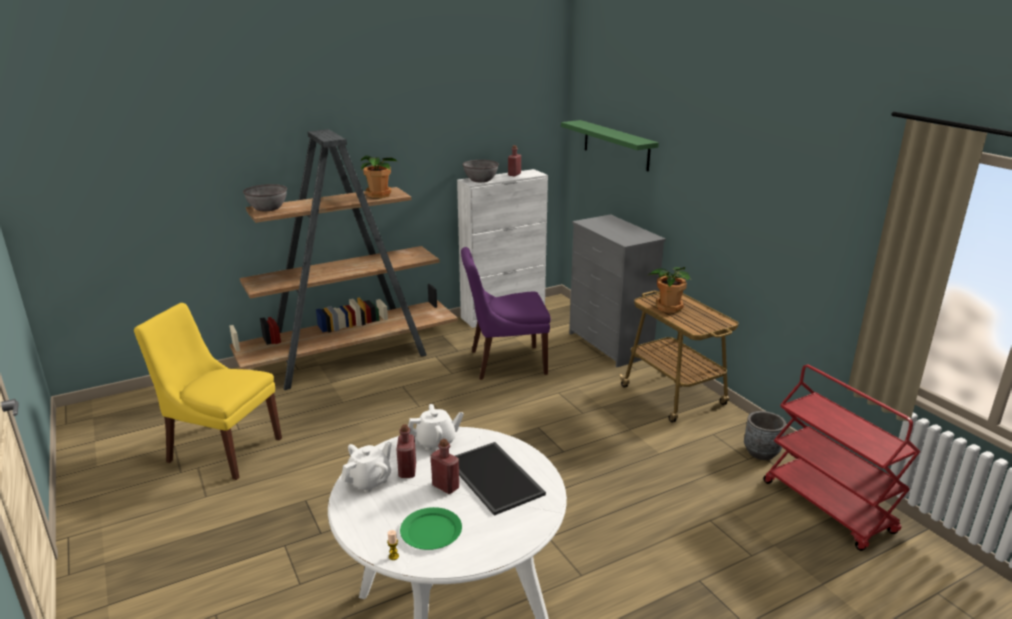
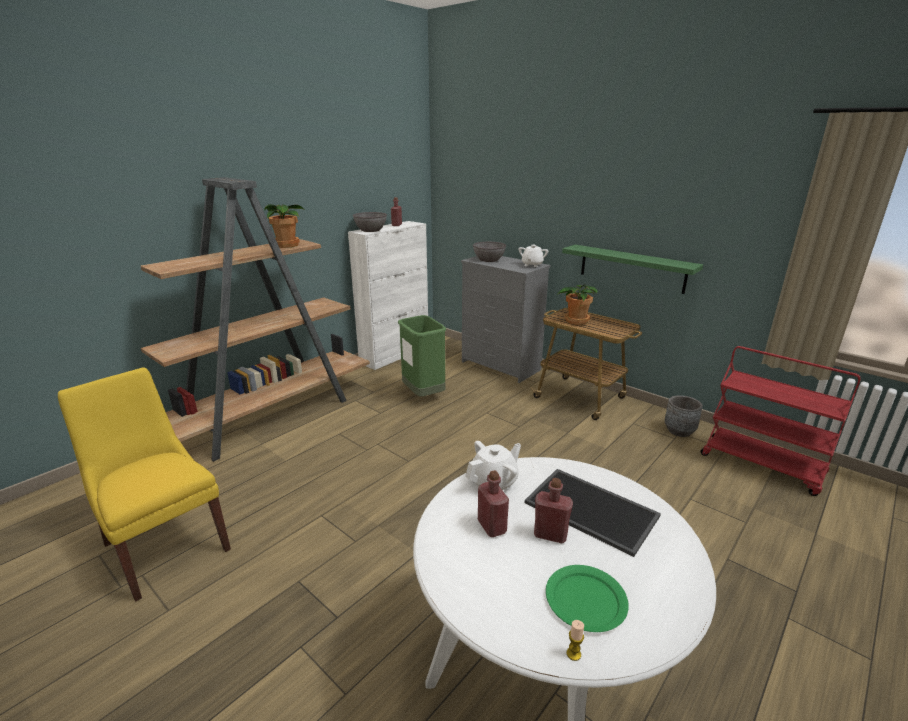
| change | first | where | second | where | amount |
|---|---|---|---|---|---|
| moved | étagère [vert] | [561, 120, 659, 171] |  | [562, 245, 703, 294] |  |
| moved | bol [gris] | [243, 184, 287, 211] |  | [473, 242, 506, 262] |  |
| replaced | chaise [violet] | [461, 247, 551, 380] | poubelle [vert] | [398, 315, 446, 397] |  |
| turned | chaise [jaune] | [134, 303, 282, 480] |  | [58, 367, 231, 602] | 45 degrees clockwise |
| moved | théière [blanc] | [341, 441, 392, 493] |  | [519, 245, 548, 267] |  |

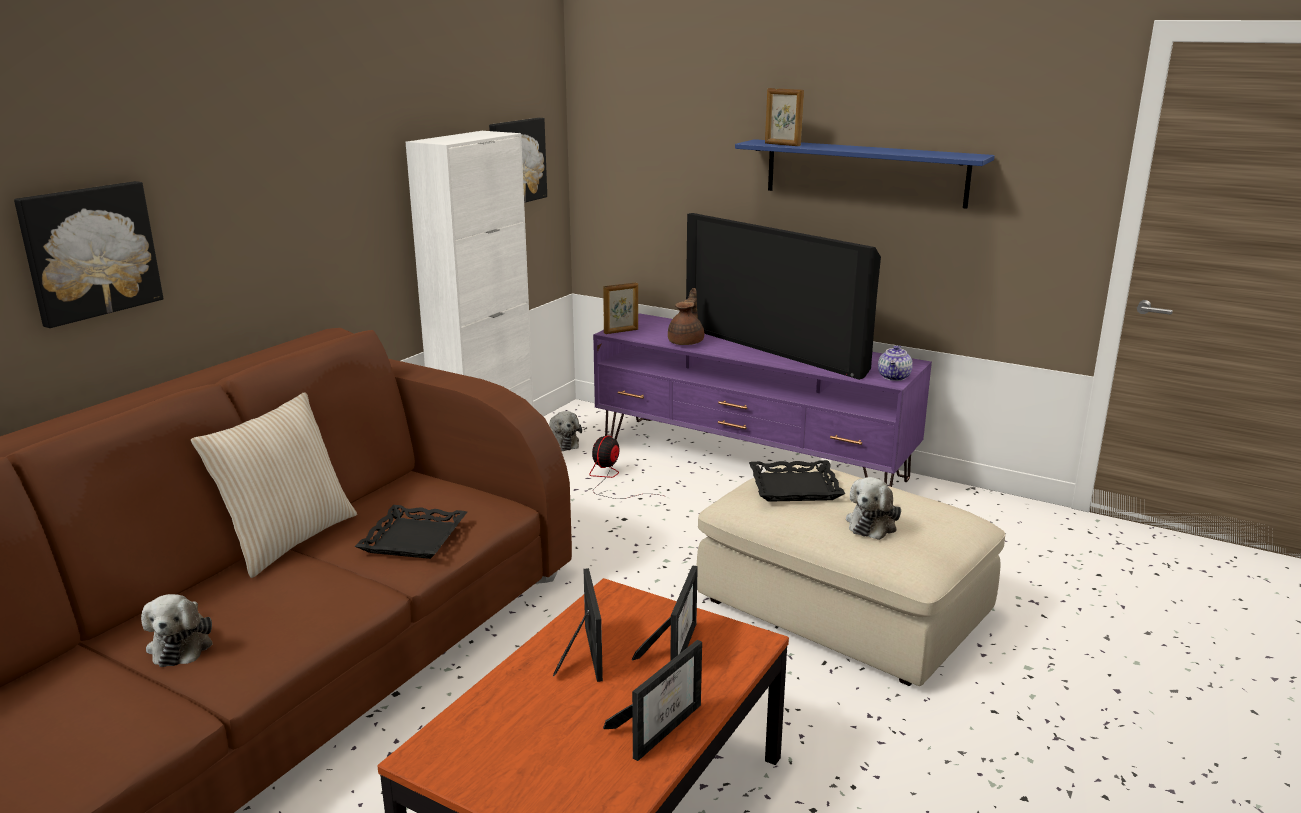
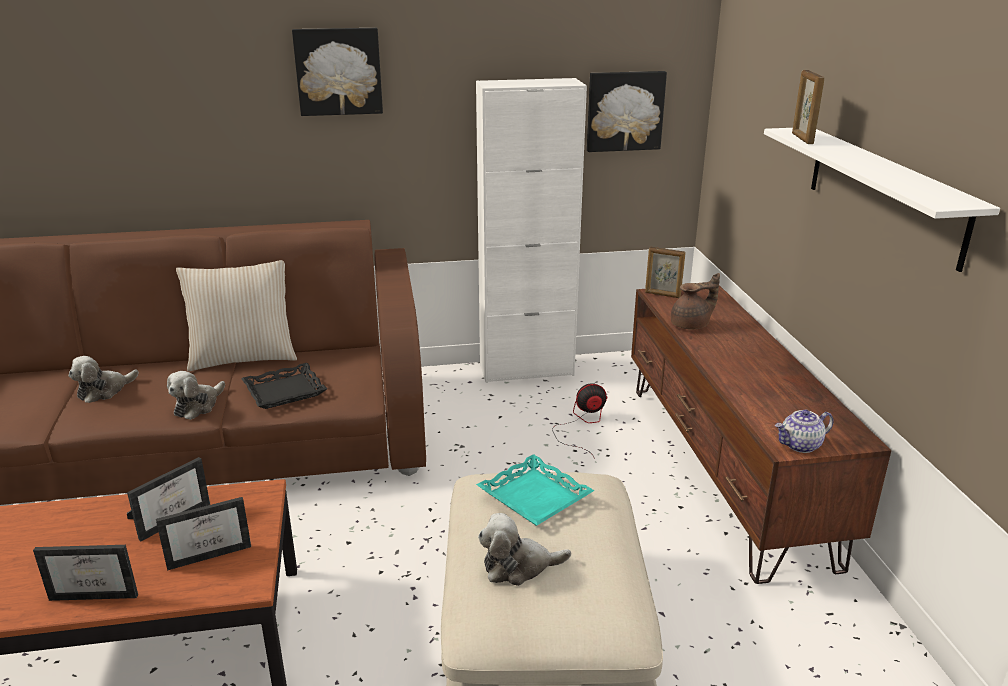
| change | first | where | second | where | amount |
|---|---|---|---|---|---|
| recoloured | étagère [bleu] | [735, 139, 995, 209] | étagère [blanc] | [764, 128, 1000, 272] |  |
| moved | tableau | [14, 181, 163, 328] |  | [292, 28, 383, 116] |  |
| removed | téléviseur | [686, 213, 881, 380] |  |  |  |
| recoloured | meuble télé [violet] | [593, 313, 932, 487] | meuble télé [marron] | [631, 285, 892, 584] |  |
| moved | peluche | [549, 411, 582, 451] |  | [167, 371, 225, 420] |  |
| recoloured | plateau [noir] | [749, 460, 845, 502] | plateau [turquoise] | [476, 454, 595, 526] |  |

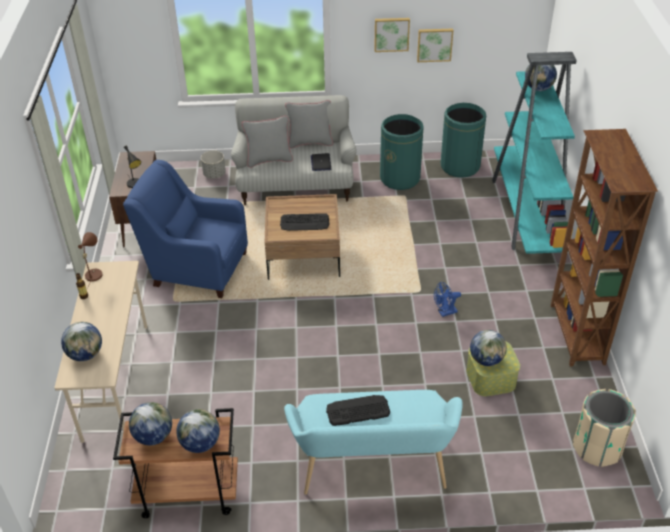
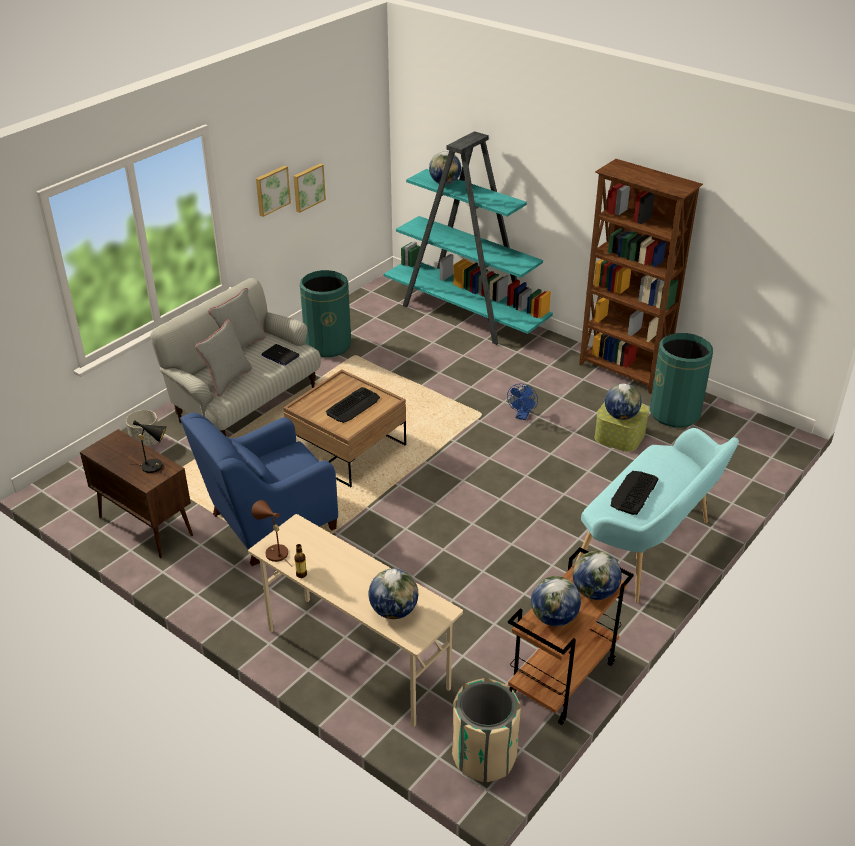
| change | first | where | second | where | amount |
|---|---|---|---|---|---|
| moved | poubelle [vert] | [441, 103, 486, 178] |  | [650, 333, 713, 427] |  |
| moved | poubelle [beige] | [573, 389, 636, 467] |  | [452, 678, 521, 782] |  |

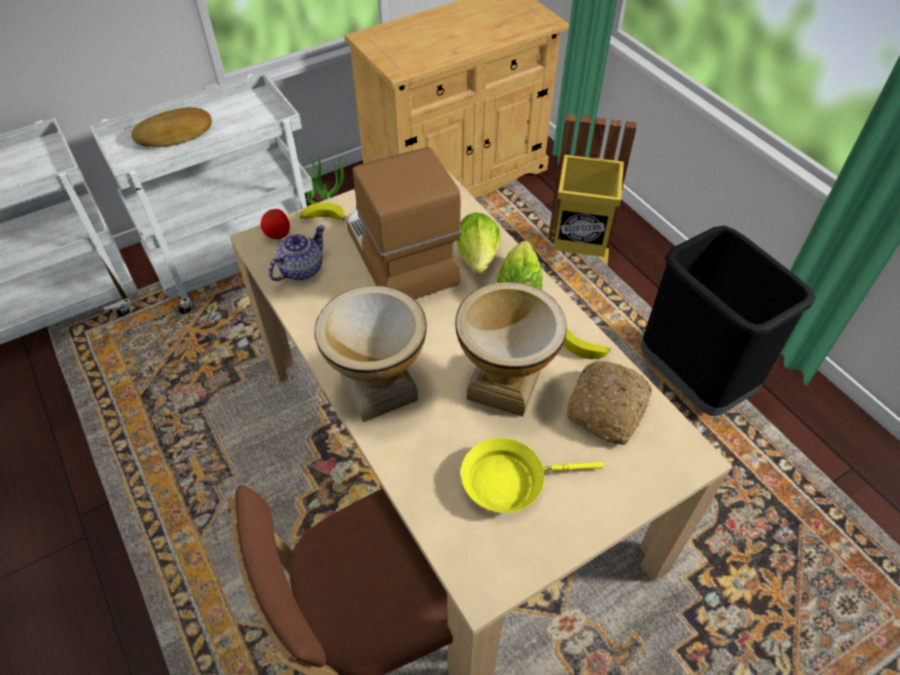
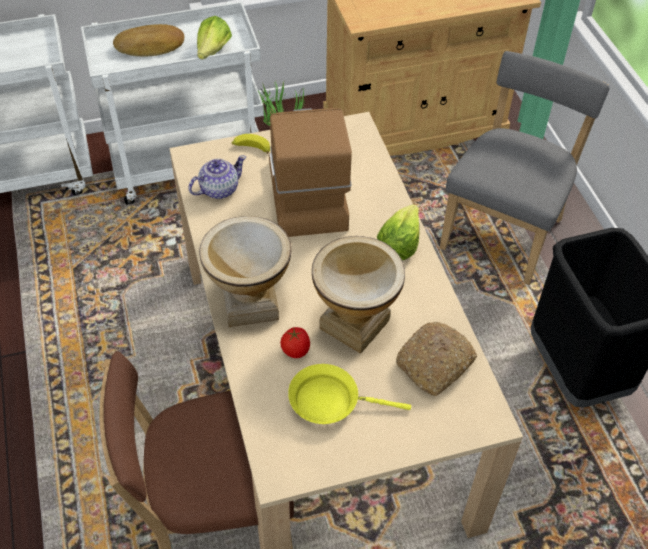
| change | first | where | second | where | amount |
|---|---|---|---|---|---|
| replaced | poubelle [jaune] | [548, 114, 637, 265] | chaise [gris] | [440, 51, 609, 285] |  |
| moved | tomate | [261, 209, 290, 239] |  | [280, 327, 310, 358] |  |
| moved | laitue | [457, 212, 501, 275] |  | [197, 16, 232, 59] |  |
| removed | banane | [563, 327, 611, 359] |  |  |  |

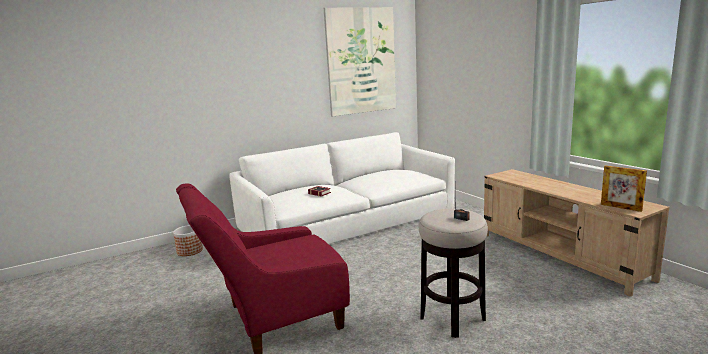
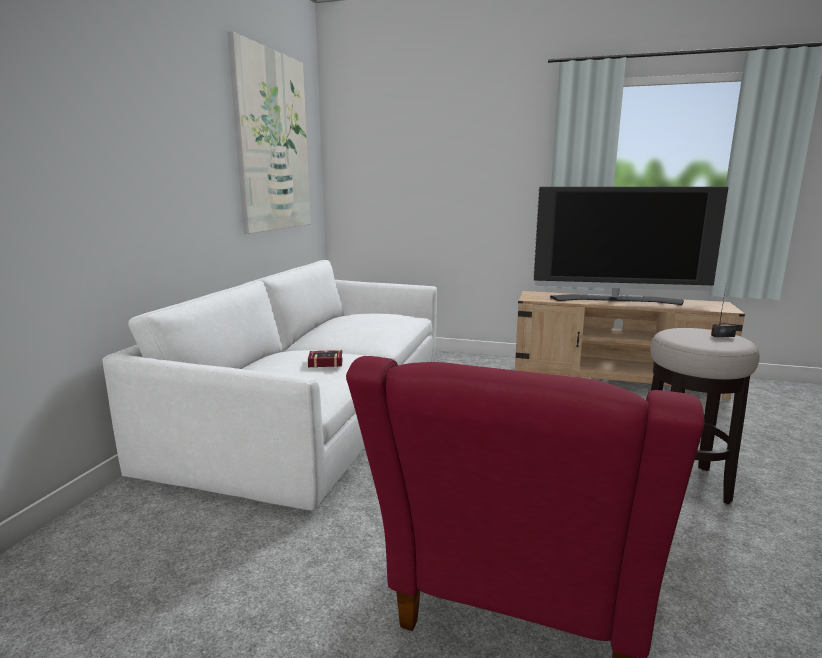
| change | first | where | second | where | amount |
|---|---|---|---|---|---|
| removed | cadre photo | [601, 166, 647, 212] |  |  |  |
| removed | cache-pot | [173, 225, 203, 256] |  |  |  |
| added |  |  | téléviseur | [533, 187, 728, 305] |  |

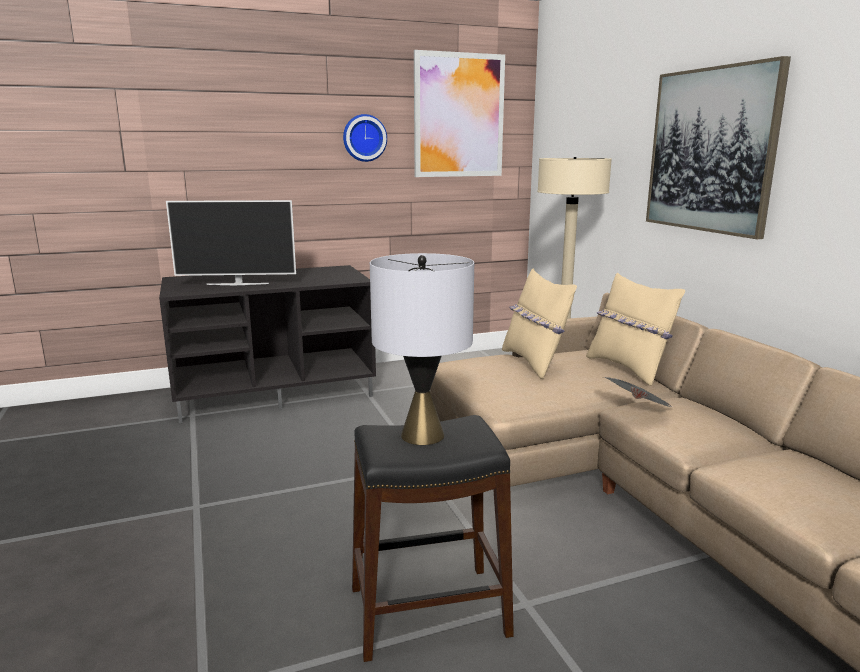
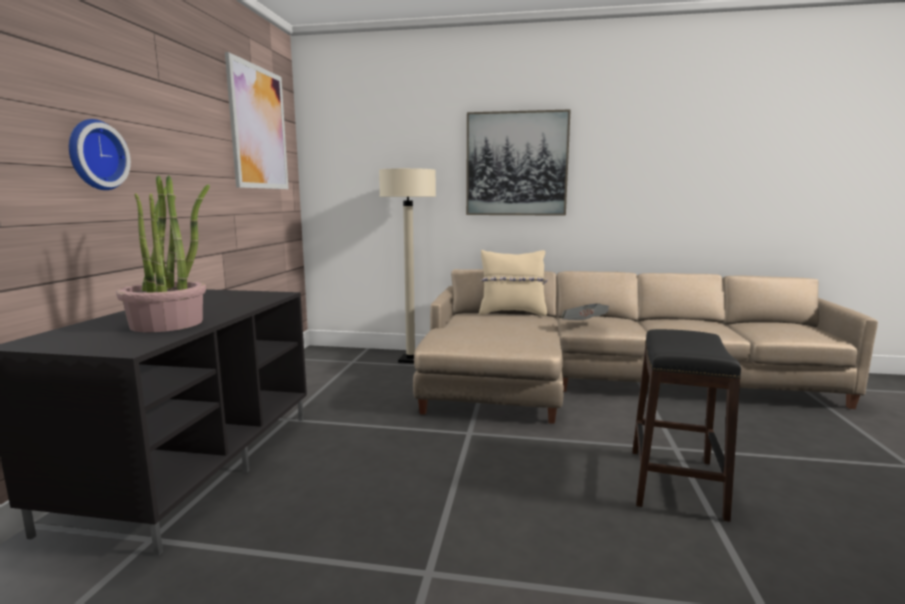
| change | first | where | second | where | amount |
|---|---|---|---|---|---|
| moved | horloge murale | [343, 114, 387, 162] |  | [69, 119, 131, 190] |  |
| replaced | téléviseur | [166, 200, 296, 285] | plante en pot | [116, 175, 210, 332] |  |
| removed | lampe de table [gris] | [370, 253, 474, 445] |  |  |  |
| removed | coussin [beige] | [502, 269, 577, 379] |  |  |  |

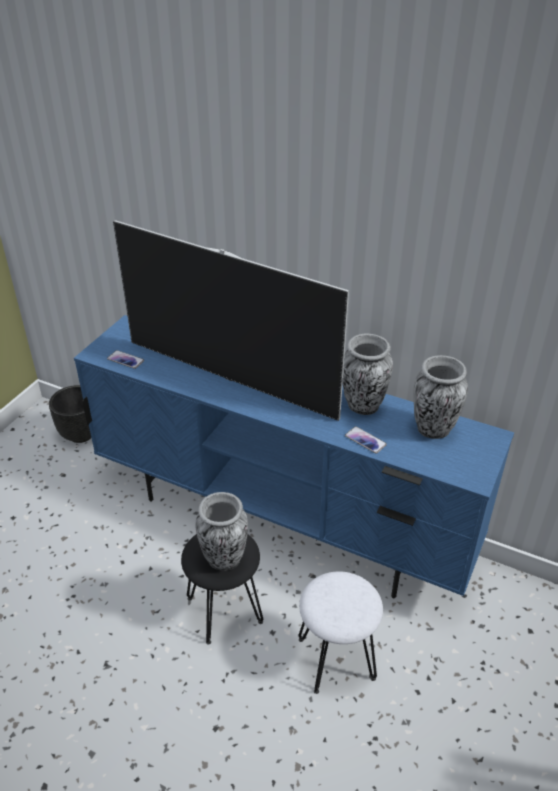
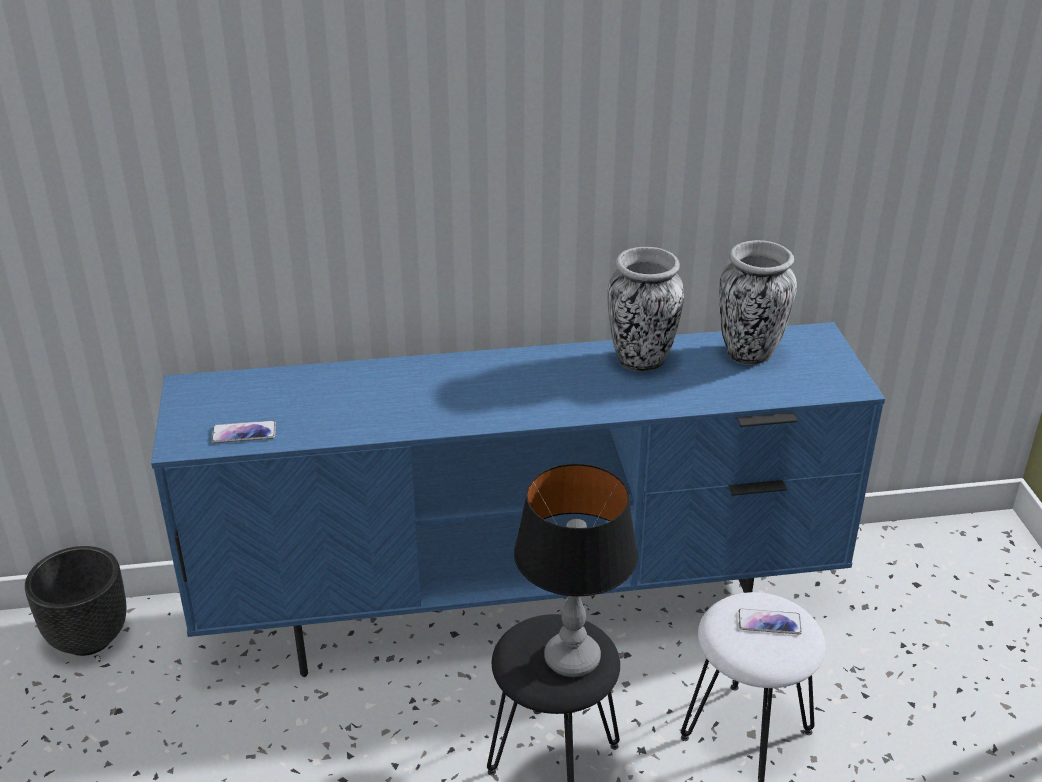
| change | first | where | second | where | amount |
|---|---|---|---|---|---|
| removed | téléviseur | [113, 220, 349, 421] |  |  |  |
| moved | téléphone | [345, 426, 387, 454] |  | [739, 608, 802, 634] |  |
| replaced | vase | [195, 492, 248, 571] | lampe de table | [514, 463, 638, 677] |  |

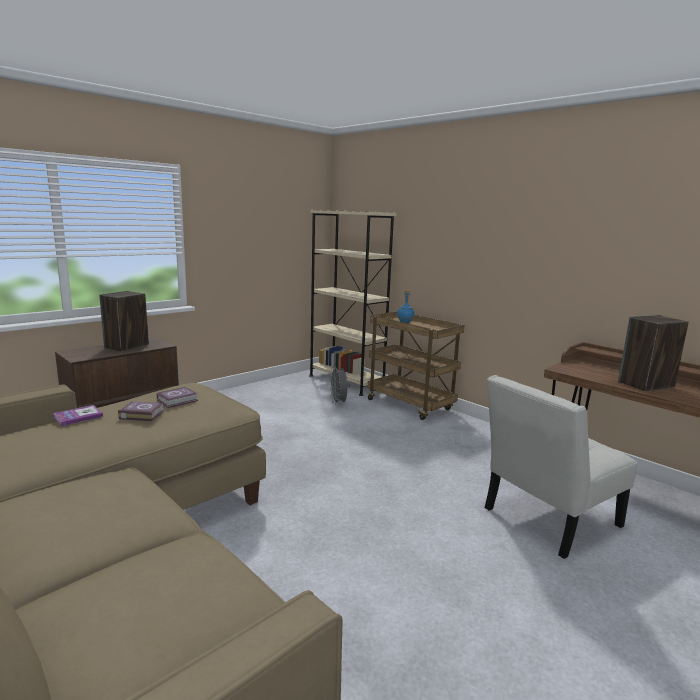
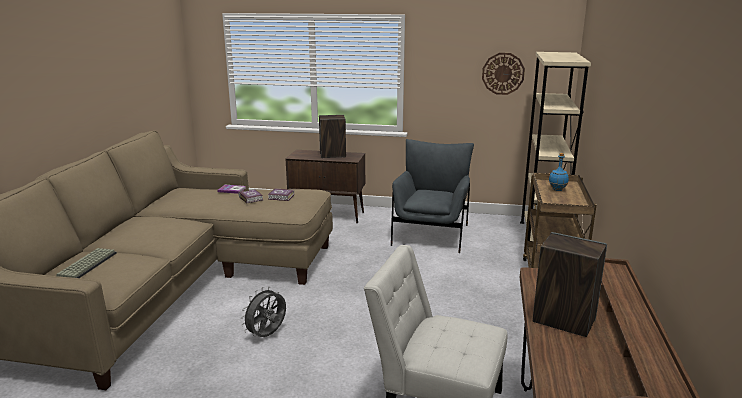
| change | first | where | second | where | amount |
|---|---|---|---|---|---|
| moved | ventilateur [gris] | [329, 366, 351, 405] |  | [241, 287, 286, 337] |  |
| added |  |  | horloge murale | [482, 53, 525, 95] |  |
| added |  |  | fauteuil [gris] | [391, 139, 474, 253] |  |
| added |  |  | clavier | [56, 248, 117, 278] |  |

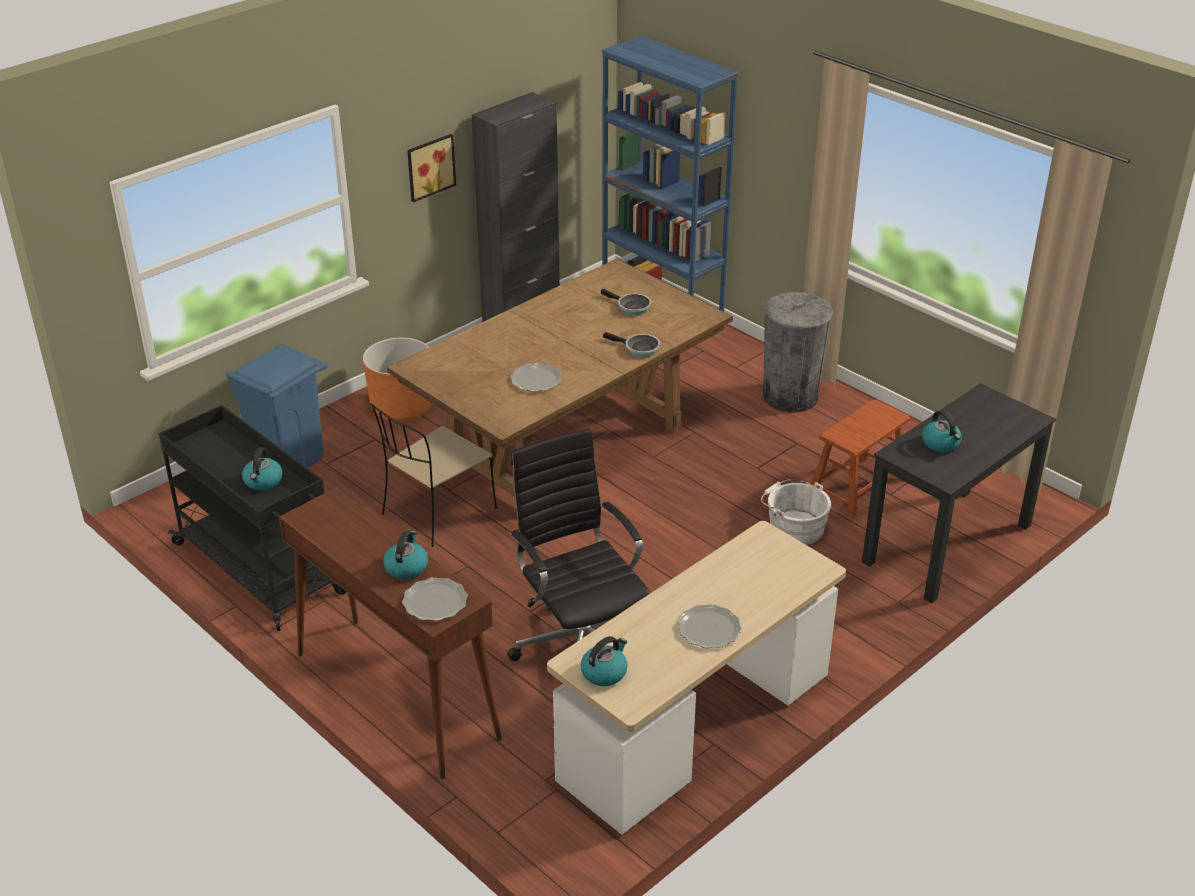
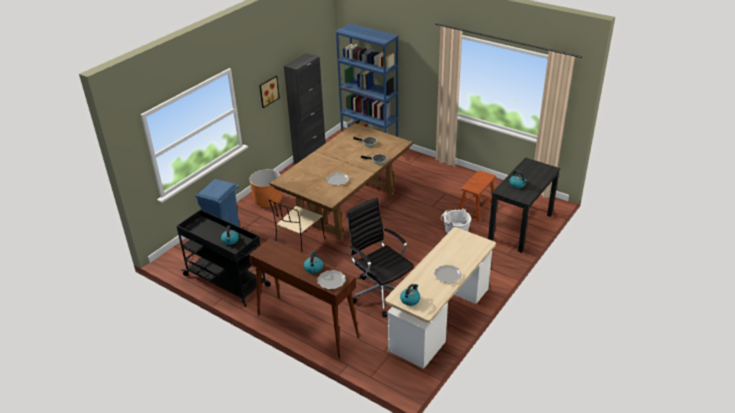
| change | first | where | second | where | amount |
|---|---|---|---|---|---|
| removed | poubelle [gris] | [763, 292, 833, 412] |  |  |  |

